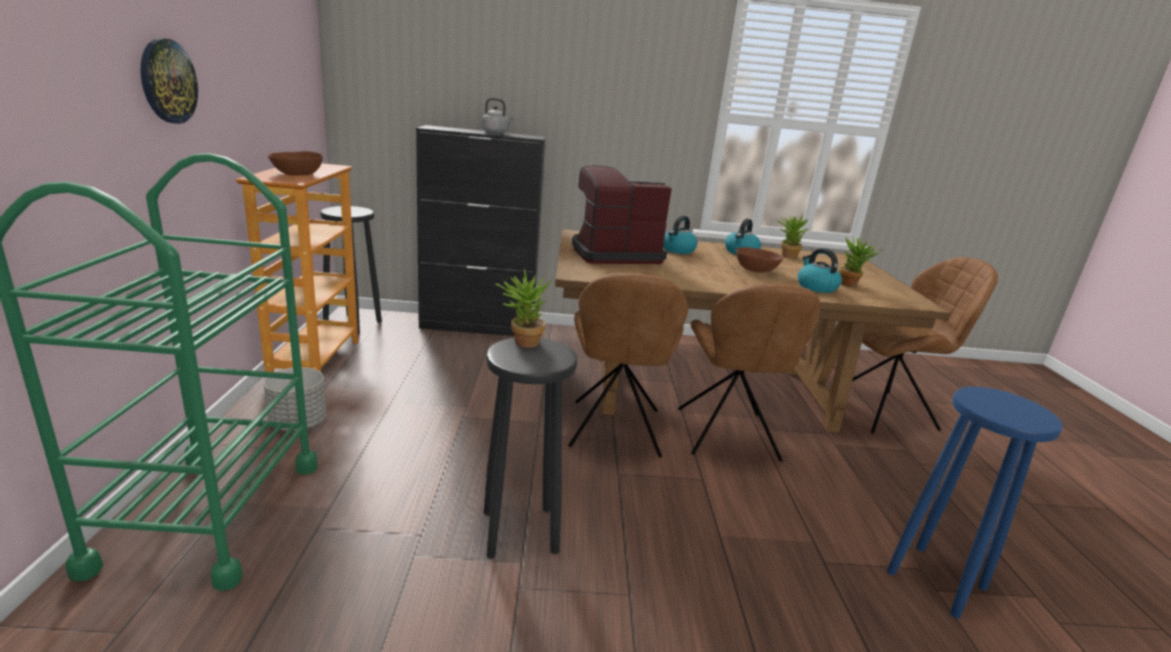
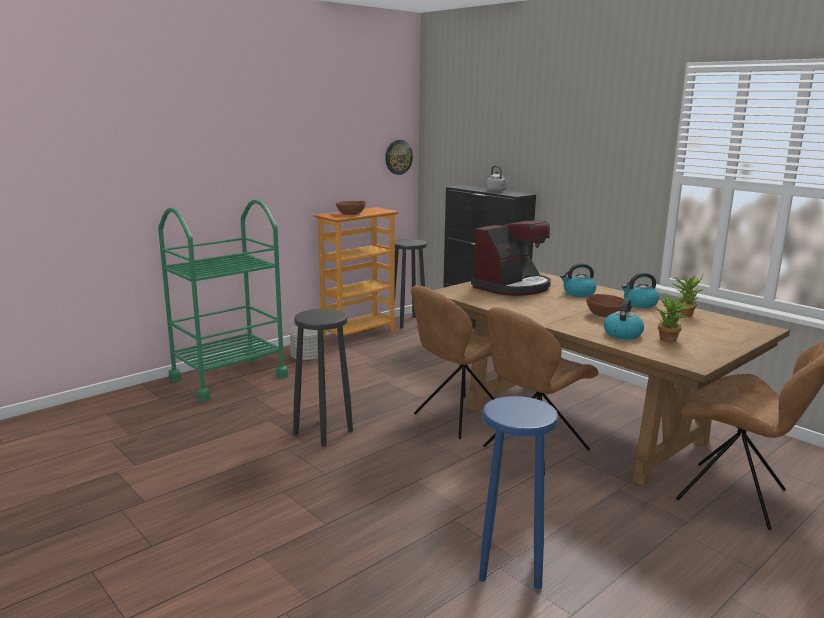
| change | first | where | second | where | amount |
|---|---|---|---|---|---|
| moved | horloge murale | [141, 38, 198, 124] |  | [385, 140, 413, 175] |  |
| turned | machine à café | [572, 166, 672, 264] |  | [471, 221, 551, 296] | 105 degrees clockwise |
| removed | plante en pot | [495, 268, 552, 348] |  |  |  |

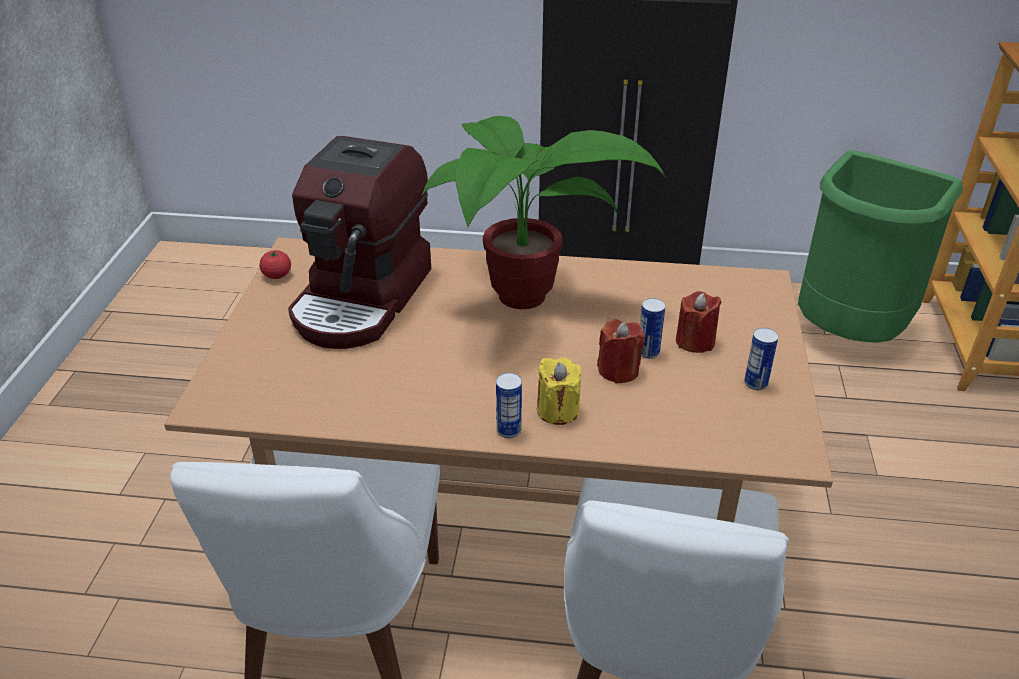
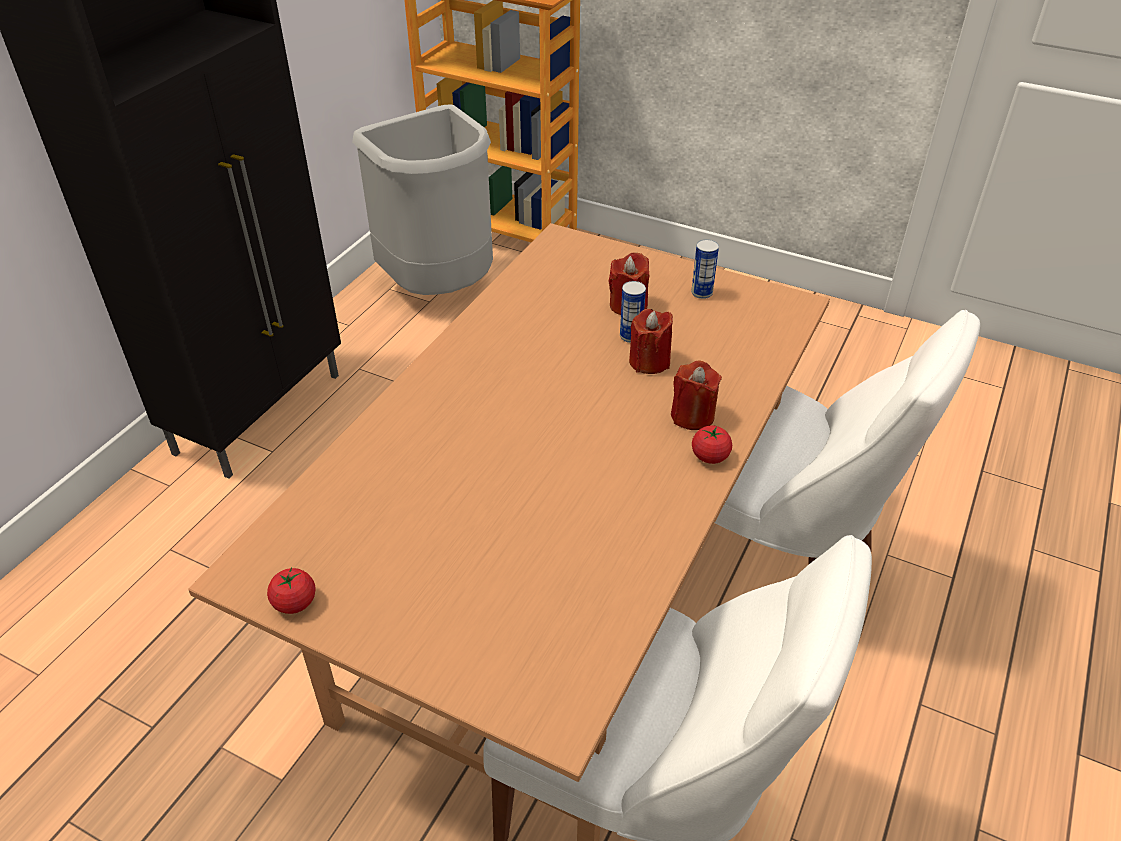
| change | first | where | second | where | amount |
|---|---|---|---|---|---|
| removed | plante en pot | [422, 116, 666, 309] |  |  |  |
| removed | machine à café | [288, 136, 431, 349] |  |  |  |
| recoloured | poubelle [vert] | [798, 151, 963, 343] | poubelle [gris] | [352, 104, 493, 295] |  |
| recoloured | bougie [jaune] | [537, 357, 581, 425] | bougie [rouge] | [671, 360, 722, 430] |  |
| replaced | boîte métallique | [496, 373, 522, 438] | tomate | [692, 425, 732, 464] |  |

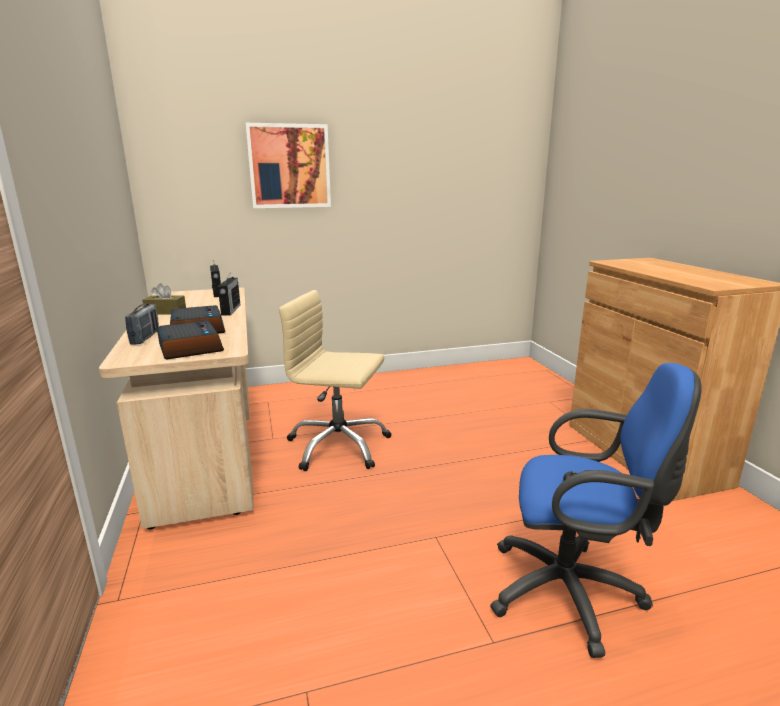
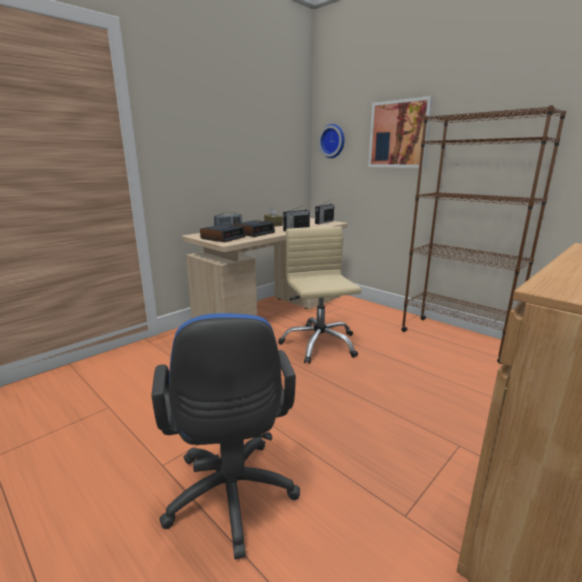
| change | first | where | second | where | amount |
|---|---|---|---|---|---|
| added |  |  | bibliothèque [marron] | [401, 105, 566, 364] |  |
| added |  |  | horloge murale | [318, 124, 345, 158] |  |

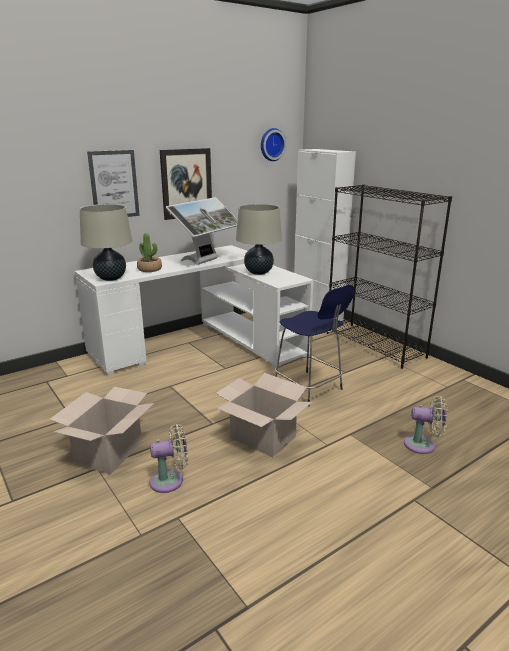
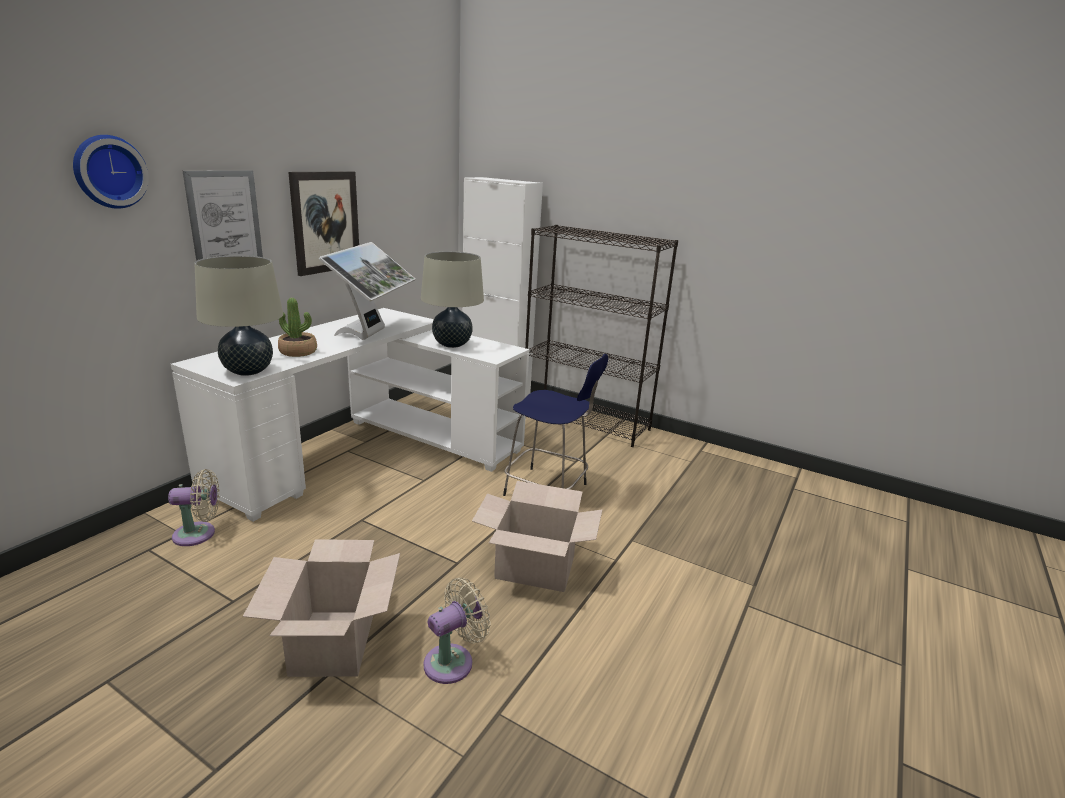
| change | first | where | second | where | amount |
|---|---|---|---|---|---|
| moved | horloge murale | [261, 128, 286, 161] |  | [73, 135, 149, 209] |  |
| moved | ventilateur [beige] | [404, 396, 447, 454] |  | [168, 469, 220, 546] |  |

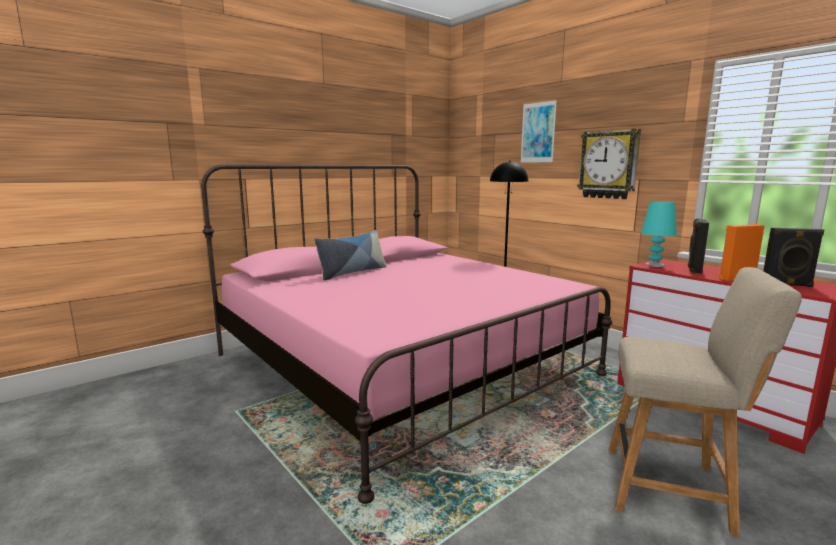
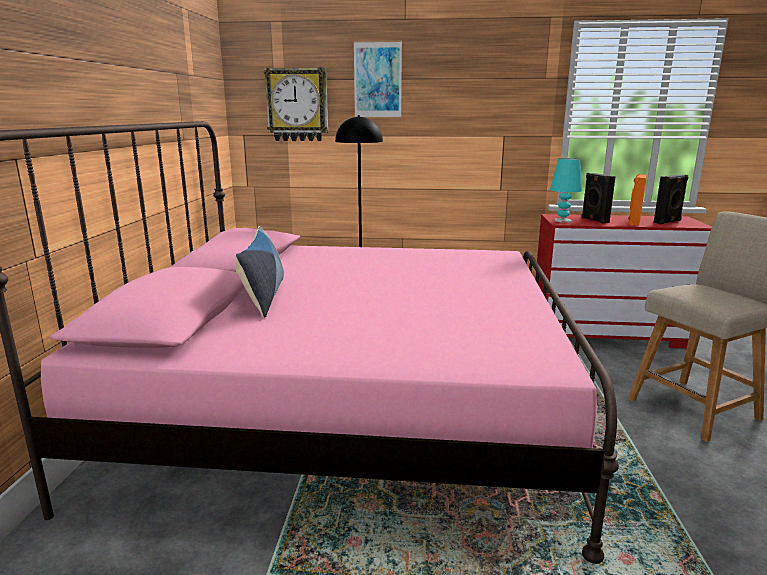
| change | first | where | second | where | amount |
|---|---|---|---|---|---|
| moved | horloge murale | [577, 129, 641, 199] |  | [264, 67, 328, 141] |  |

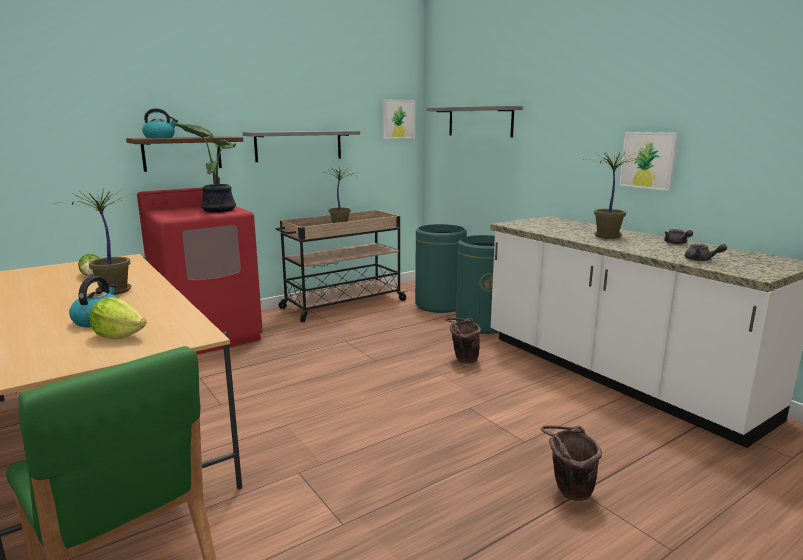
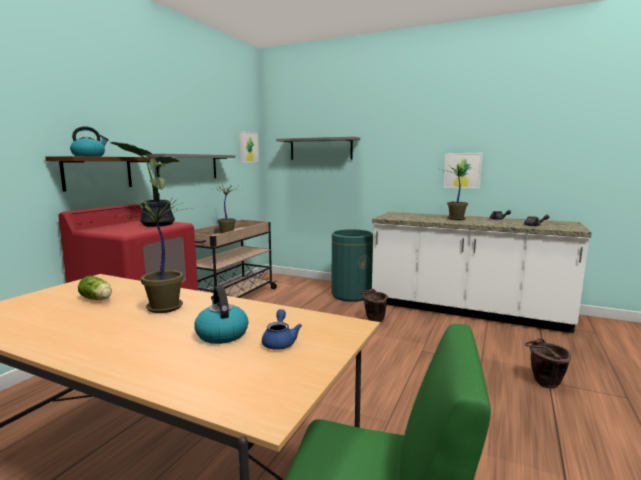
| change | first | where | second | where | amount |
|---|---|---|---|---|---|
| removed | poubelle [vert] | [415, 224, 467, 313] |  |  |  |
| replaced | laitue | [89, 297, 146, 339] | théière [bleu] | [262, 309, 302, 350] |  |

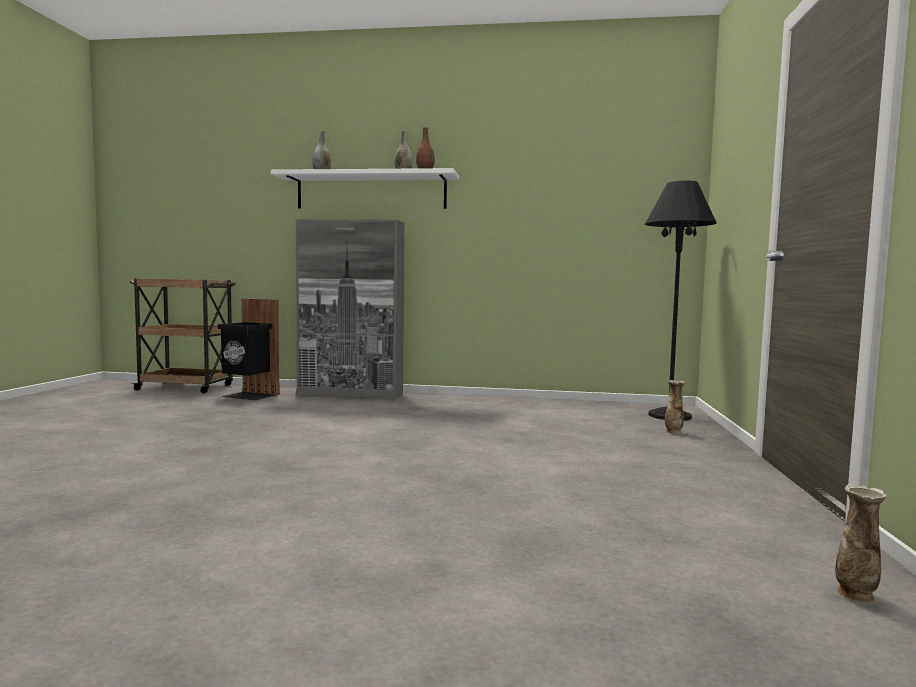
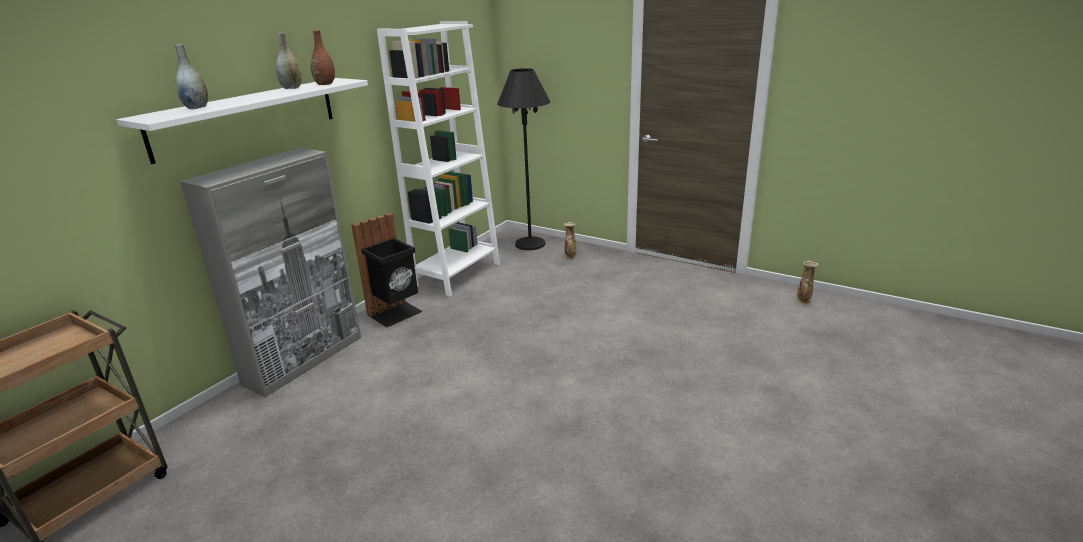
| change | first | where | second | where | amount |
|---|---|---|---|---|---|
| moved | poubelle [noir] | [218, 299, 280, 400] |  | [351, 213, 423, 327] |  |
| added |  |  | bibliothèque [blanc] | [377, 21, 500, 296] |  |

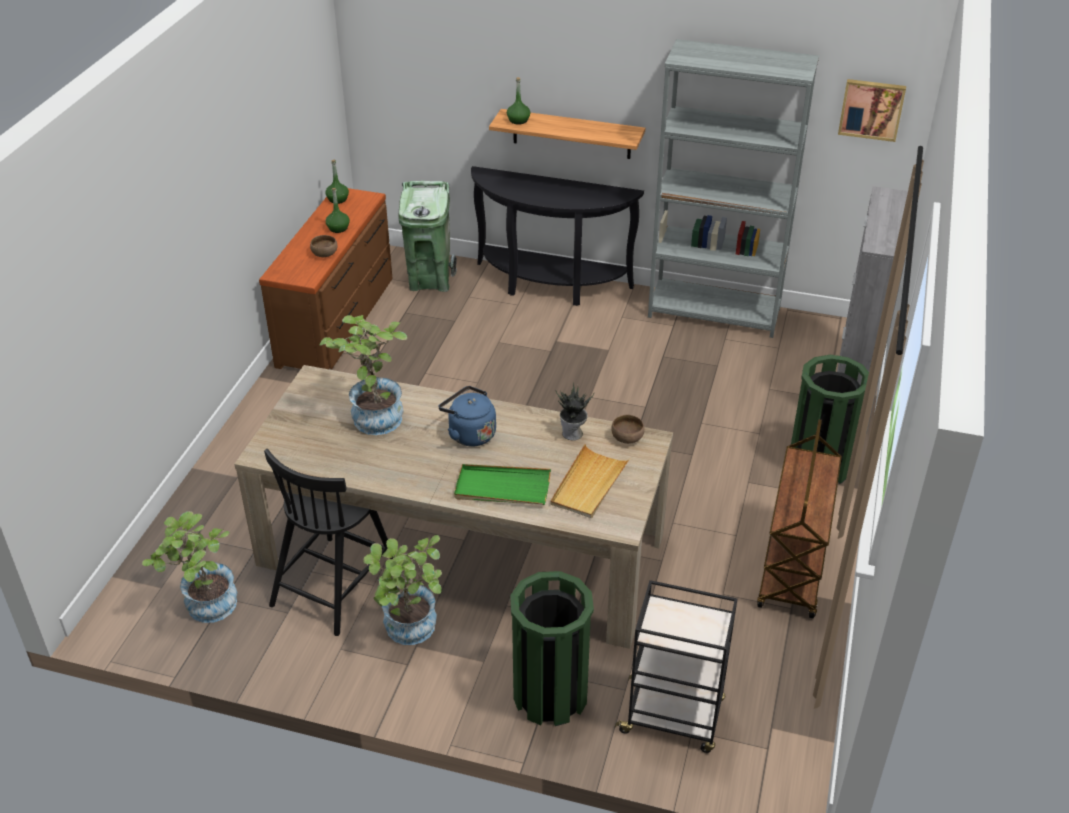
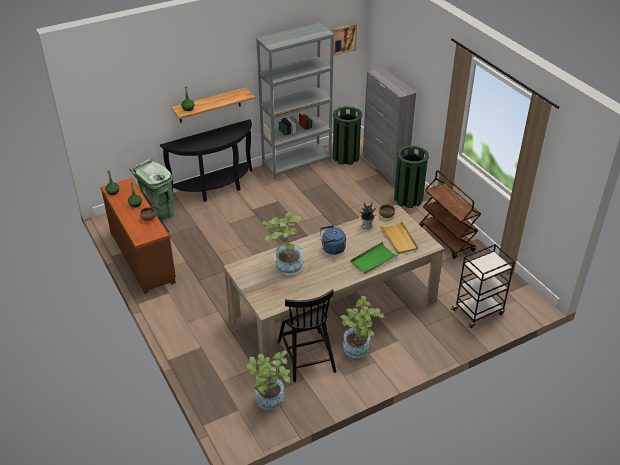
| change | first | where | second | where | amount |
|---|---|---|---|---|---|
| moved | poubelle [vert] | [510, 571, 594, 726] |  | [333, 106, 362, 165] |  |

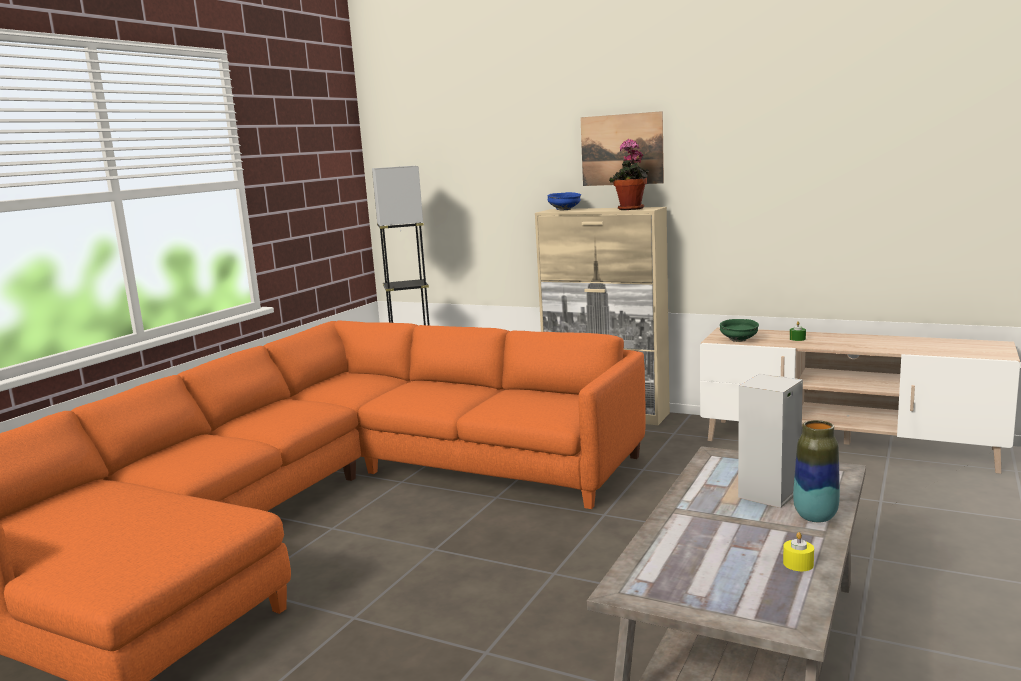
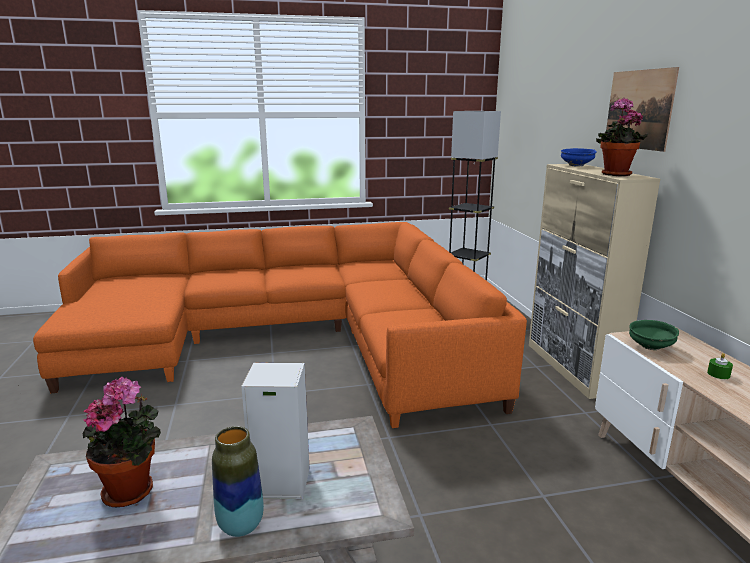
| change | first | where | second | where | amount |
|---|---|---|---|---|---|
| removed | bougie [jaune] | [783, 532, 814, 571] |  |  |  |
| added |  |  | plante en pot | [83, 377, 161, 507] |  |

